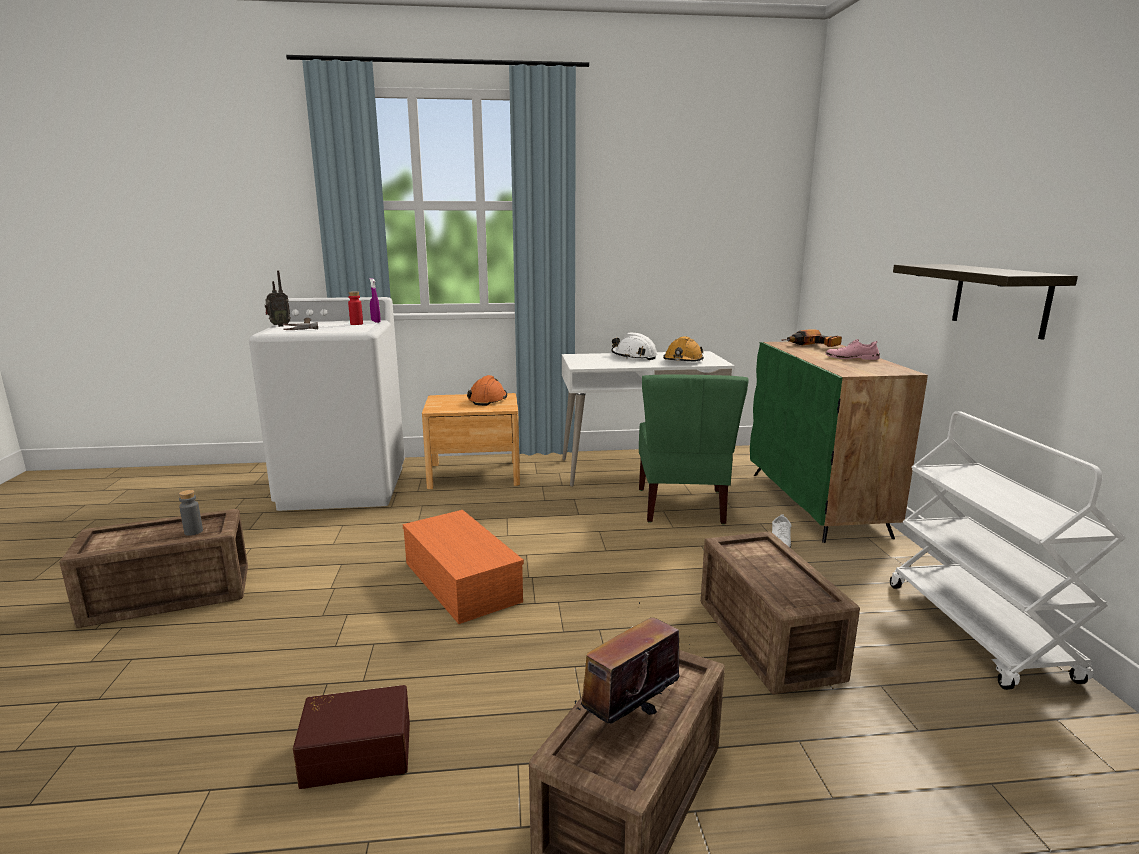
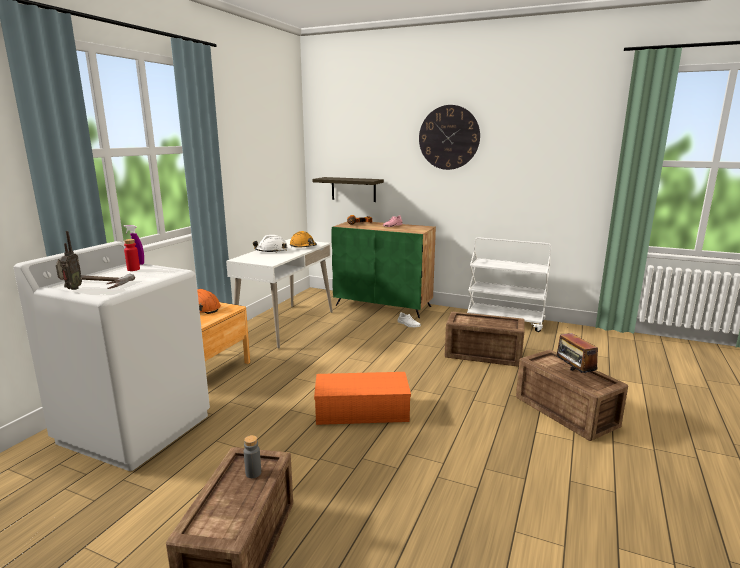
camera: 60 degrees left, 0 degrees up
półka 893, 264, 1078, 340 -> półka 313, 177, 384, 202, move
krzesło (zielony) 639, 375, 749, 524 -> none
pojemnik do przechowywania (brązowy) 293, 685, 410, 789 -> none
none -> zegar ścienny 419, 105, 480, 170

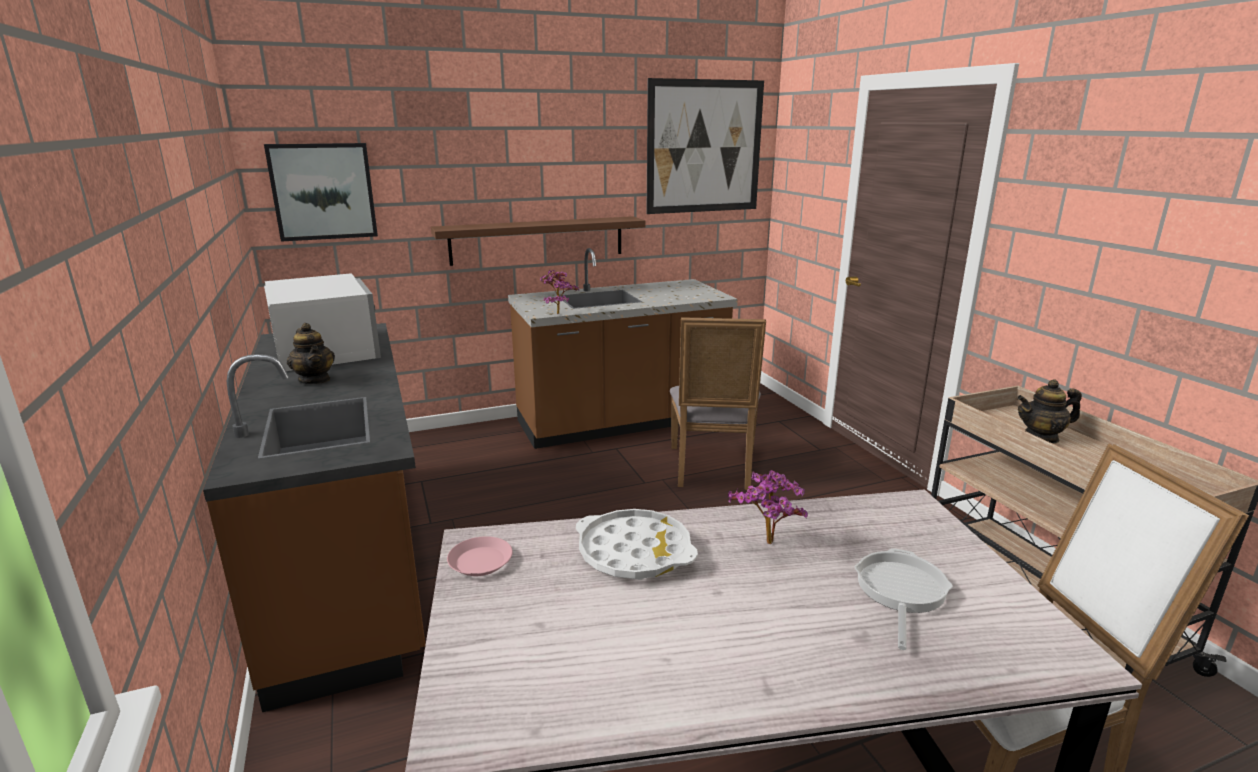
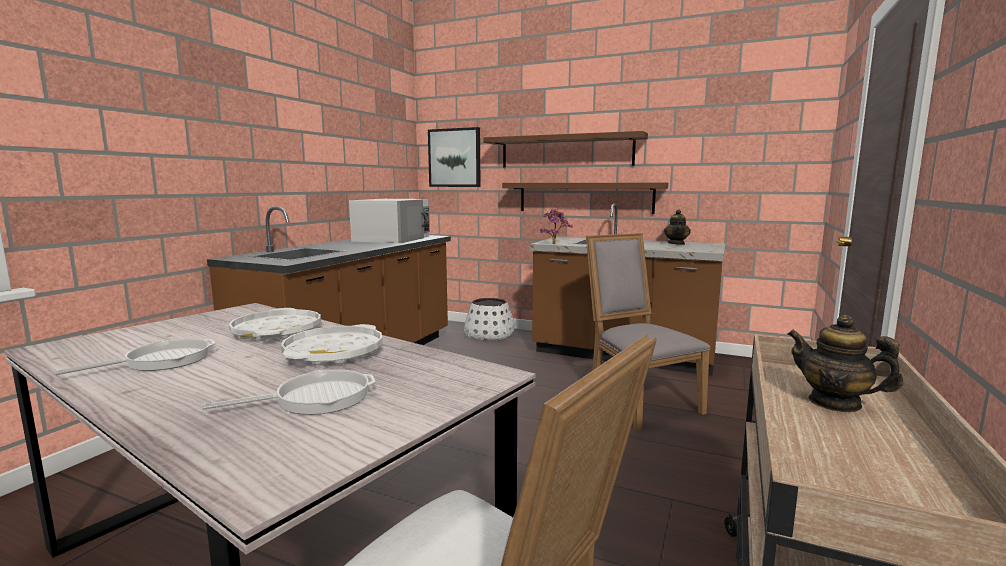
camera: 45 degrees right, 10 degrees down
obraz 646, 78, 764, 214 -> none
krzesło (szary) 670, 317, 766, 490 -> krzesło (szary) 586, 233, 711, 431, 105 degrees clockwise
imbryk 287, 323, 335, 384 -> imbryk 664, 209, 691, 245, move
roślina doniczkowa 727, 470, 808, 544 -> taca (biały) 281, 324, 383, 365
talerz (różowy) 447, 536, 513, 576 -> none
none -> półka (brązowy) 483, 131, 648, 168
none -> donica (biały) 464, 298, 515, 341
none -> patelnia 55, 338, 216, 375

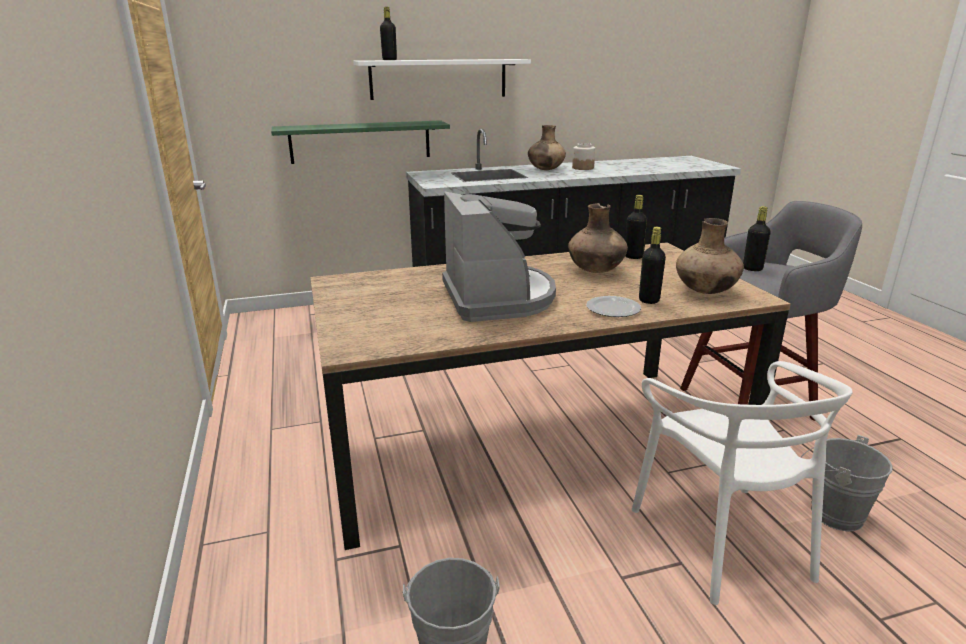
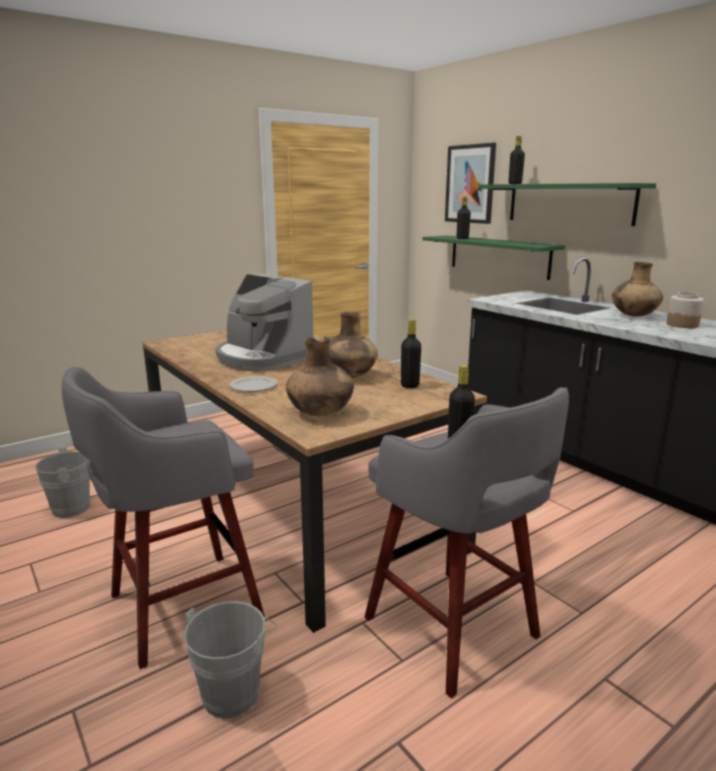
camera: 70 degrees right, 5 degrees down
półka (biały) 353, 59, 531, 100 -> półka (zielony) 478, 183, 656, 226
ekspres do kawy 442, 192, 556, 322 -> ekspres do kawy 215, 274, 313, 371, 75 degrees clockwise
butelka (czarny) 639, 227, 666, 304 -> butelka (czarny) 457, 197, 471, 239, move
krzesło (biały) 632, 361, 853, 605 -> stołek (szary) 62, 367, 265, 669
none -> obraz 445, 143, 496, 224

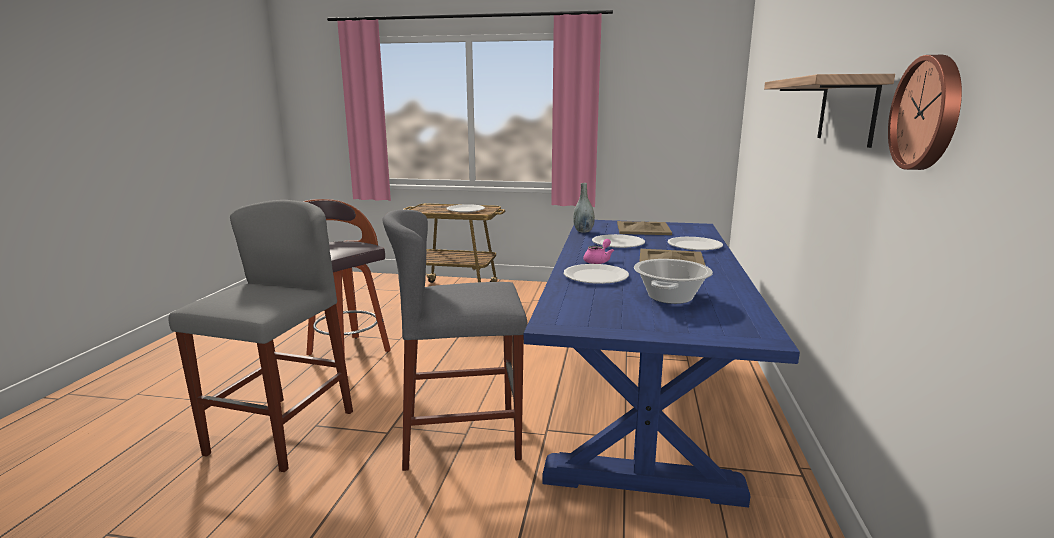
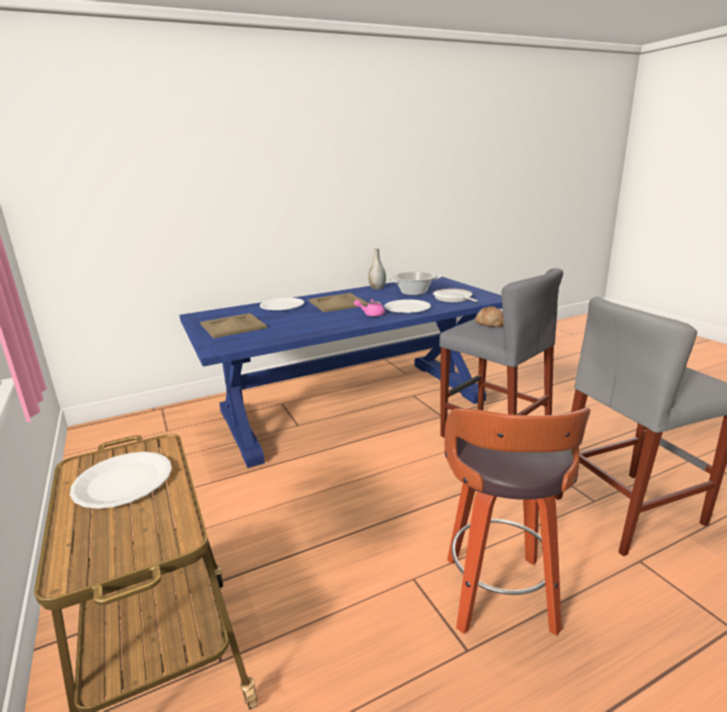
camera: 125 degrees left, 5 degrees up
zegar ścienny 888, 55, 962, 170 -> none
półka 764, 74, 895, 148 -> none
wazon (szary) 573, 183, 595, 233 -> wazon (szary) 368, 248, 386, 290, move
talerz (biały) 592, 234, 645, 248 -> none
none -> patelnia 433, 289, 478, 302
none -> chleb 475, 306, 504, 327

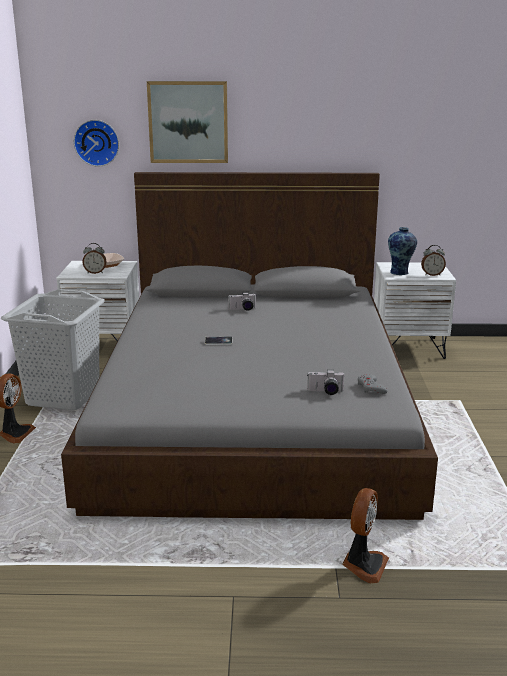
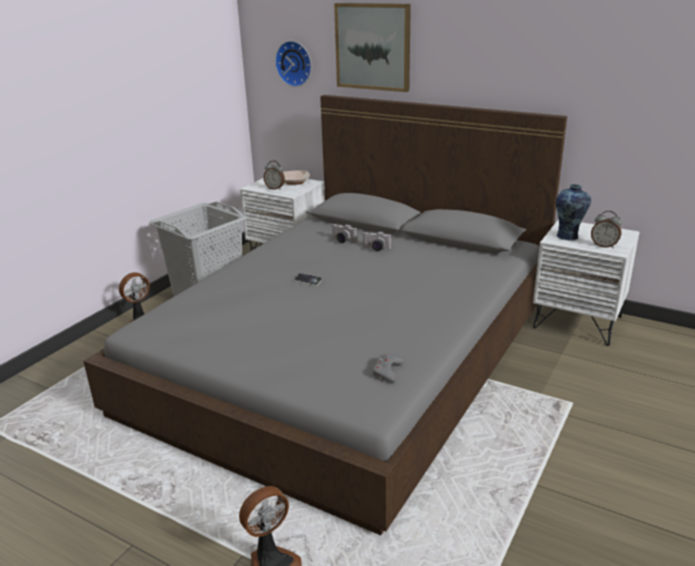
camera: 30 degrees right, 5 degrees up
aparat fotograficzny 307, 370, 345, 395 -> aparat fotograficzny 332, 224, 357, 243, move

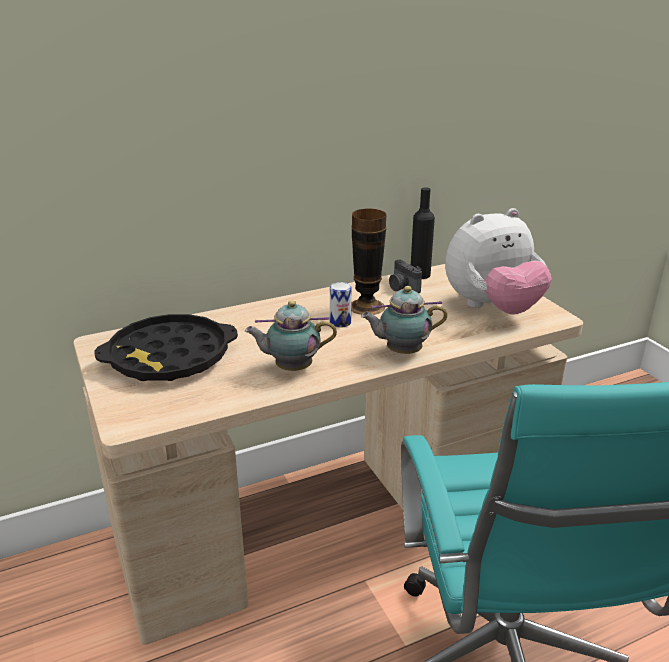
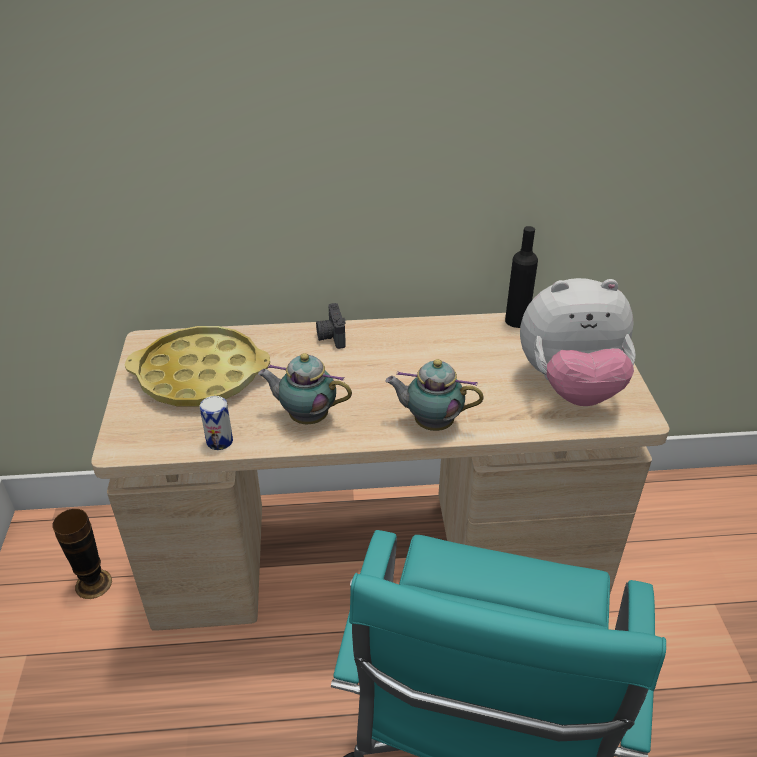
camera: 20 degrees right, 10 degrees up
wazon 351, 209, 386, 315 -> wazon 52, 509, 112, 599, move
aparat fotograficzny 389, 260, 422, 293 -> aparat fotograficzny 316, 303, 346, 349, move
puszka 330, 282, 352, 328 -> puszka 200, 396, 233, 450, move
taca (czarny) 94, 314, 238, 381 -> taca (żółty) 125, 326, 270, 406

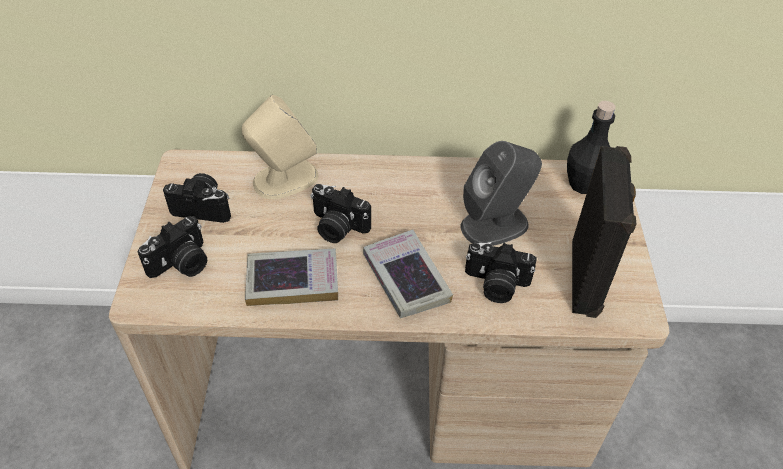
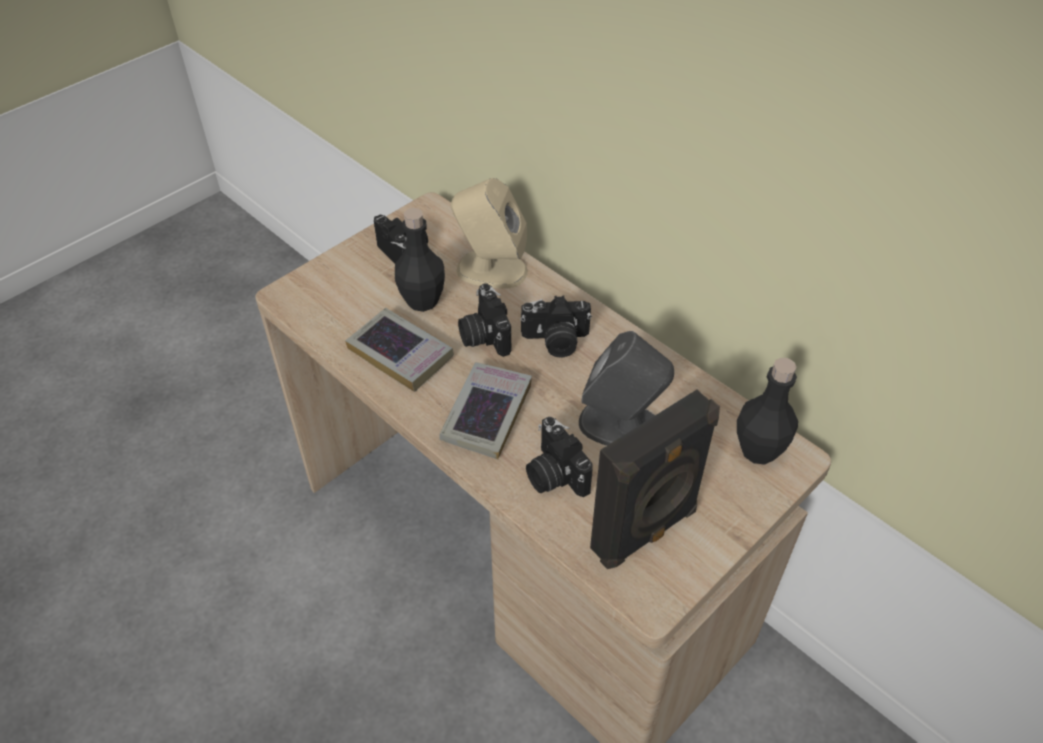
camera: 45 degrees right, 0 degrees up
aparat fotograficzny 138, 216, 207, 278 -> aparat fotograficzny 520, 295, 592, 358, move
none -> butelka (czarny) 395, 208, 445, 312

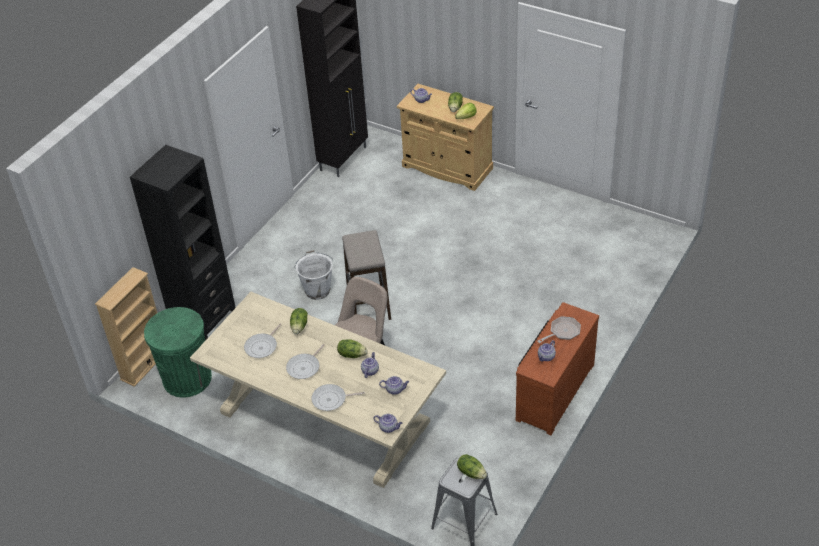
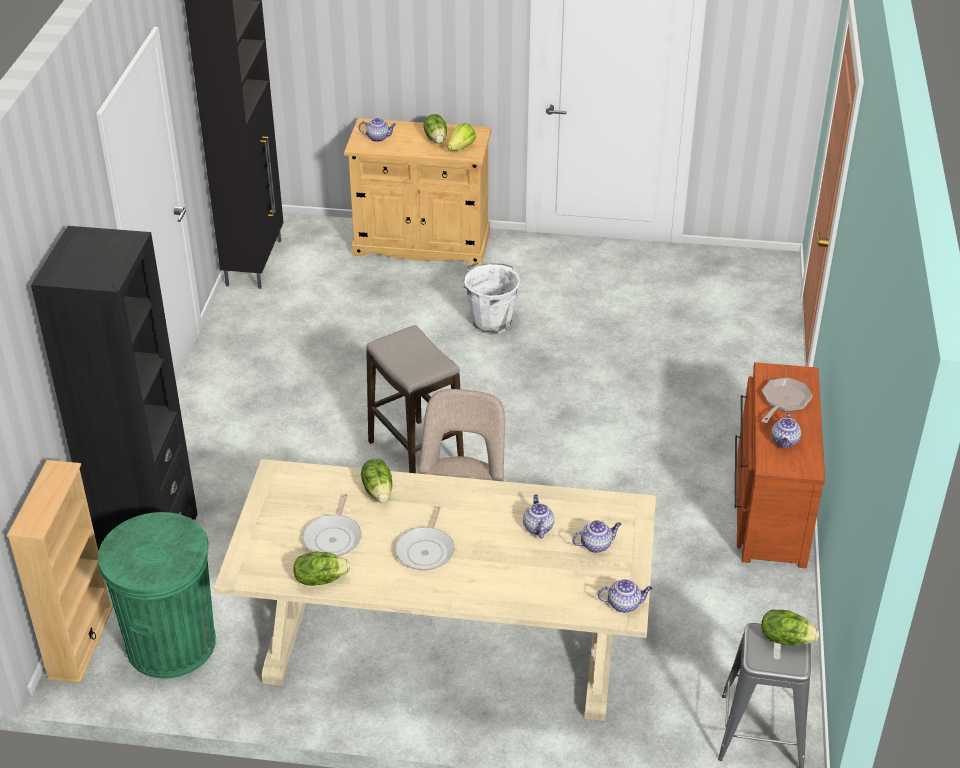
camera: 25 degrees left, 5 degrees down
wiadro (biały) 294, 250, 333, 300 -> wiadro (biały) 462, 262, 521, 335, move
sałata 337, 339, 368, 358 -> sałata 293, 551, 350, 586, move
patelnia 311, 384, 365, 411 -> none

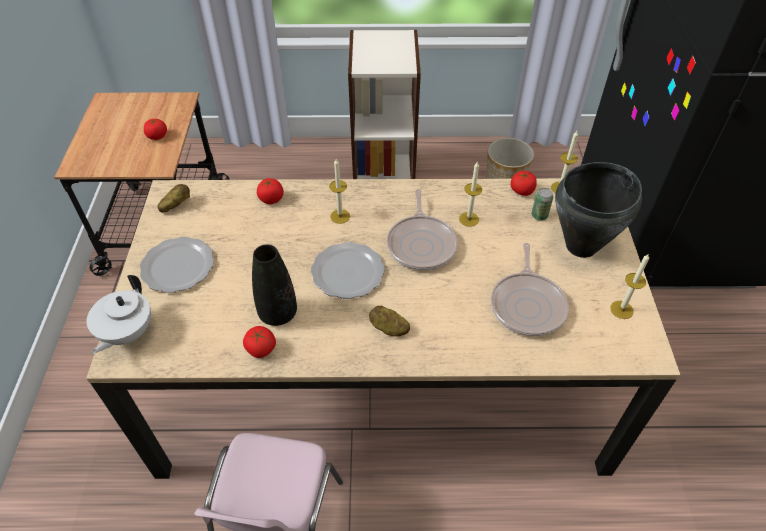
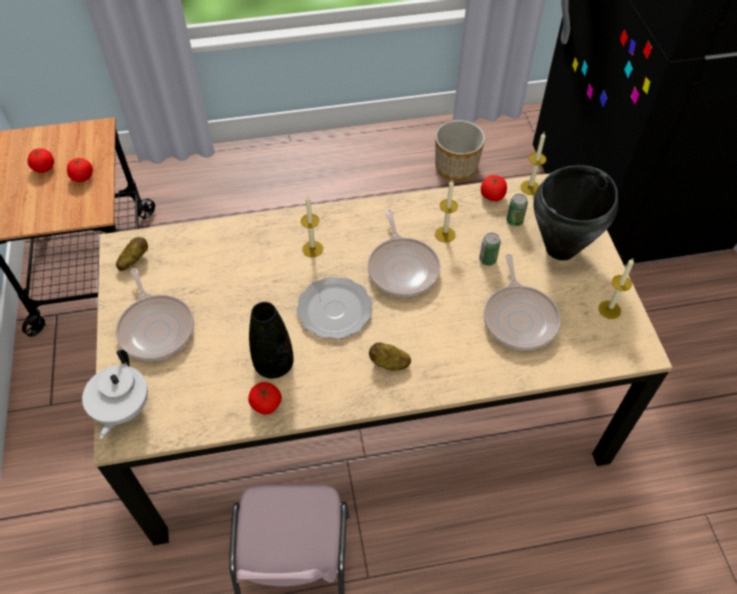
camera: 10 degrees left, 5 degrees up
regał 348, 30, 421, 179 -> none
pomidor 257, 178, 284, 204 -> pomidor 28, 148, 54, 173, move
talerz 140, 237, 214, 293 -> patelnia 116, 268, 194, 361
none -> puszka 479, 233, 501, 266

